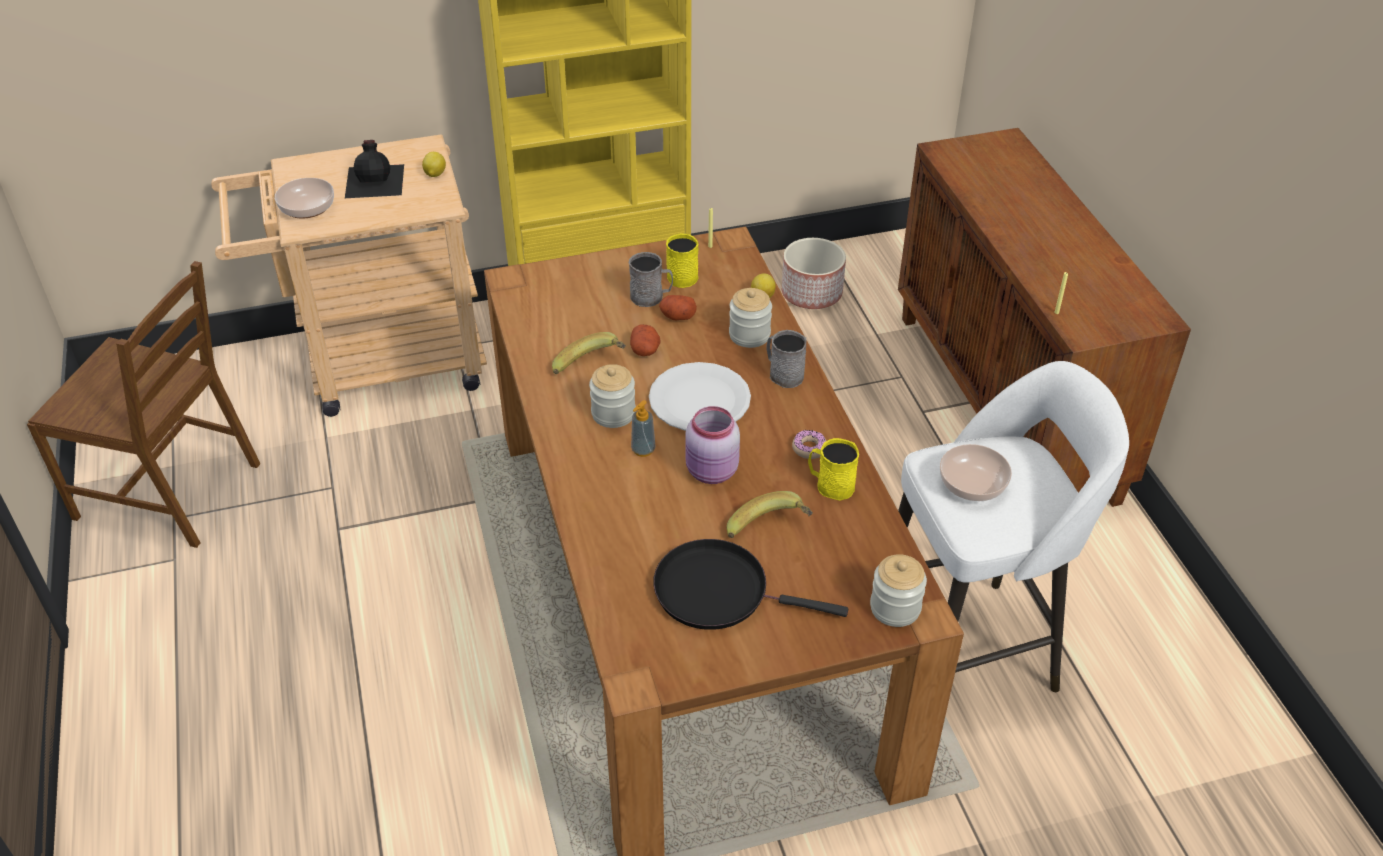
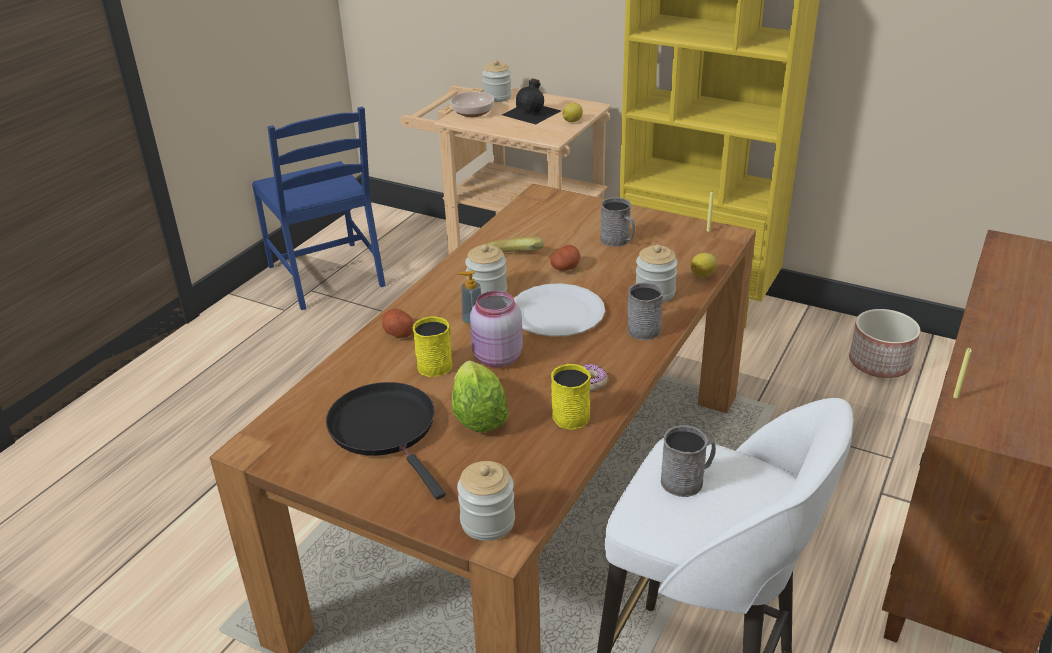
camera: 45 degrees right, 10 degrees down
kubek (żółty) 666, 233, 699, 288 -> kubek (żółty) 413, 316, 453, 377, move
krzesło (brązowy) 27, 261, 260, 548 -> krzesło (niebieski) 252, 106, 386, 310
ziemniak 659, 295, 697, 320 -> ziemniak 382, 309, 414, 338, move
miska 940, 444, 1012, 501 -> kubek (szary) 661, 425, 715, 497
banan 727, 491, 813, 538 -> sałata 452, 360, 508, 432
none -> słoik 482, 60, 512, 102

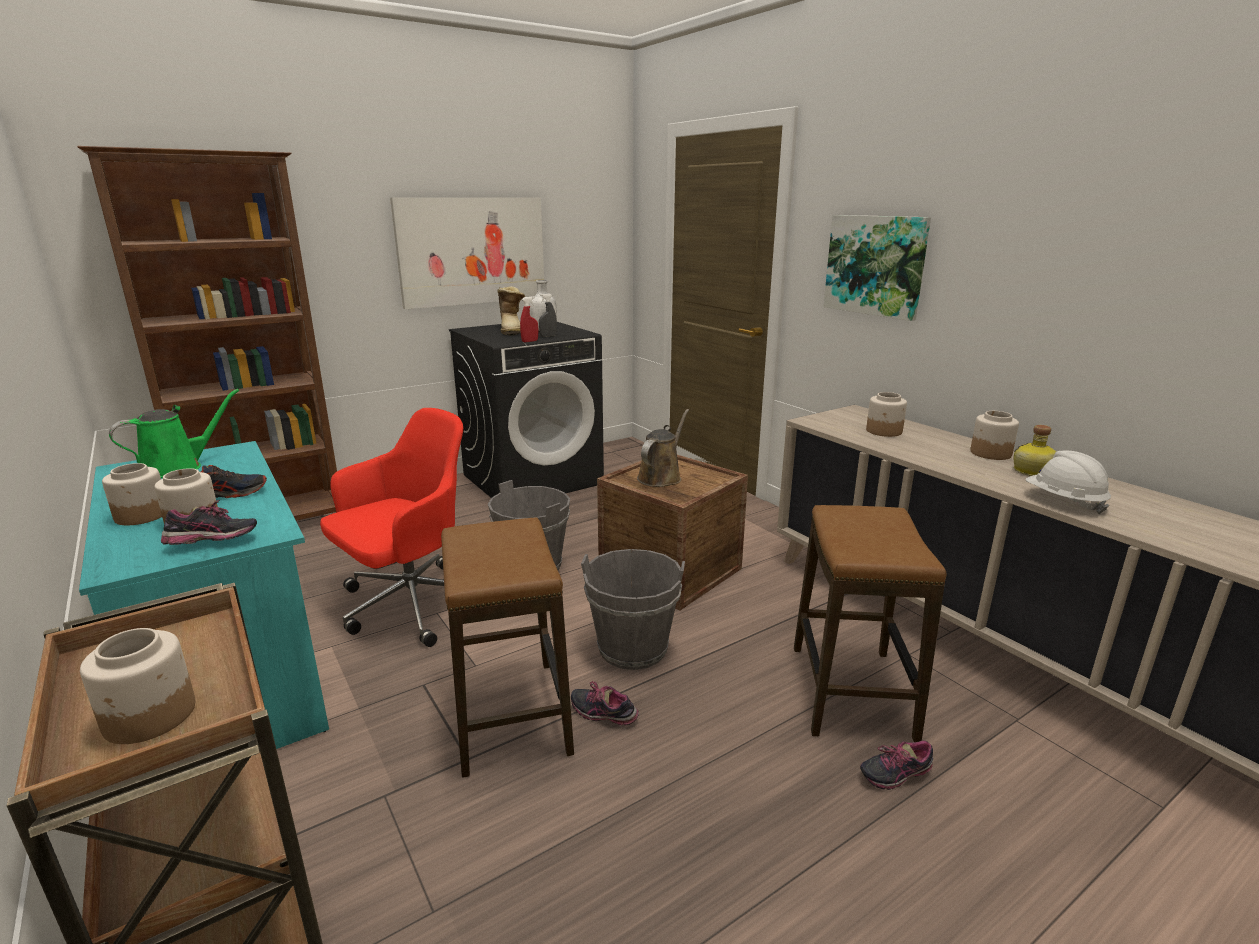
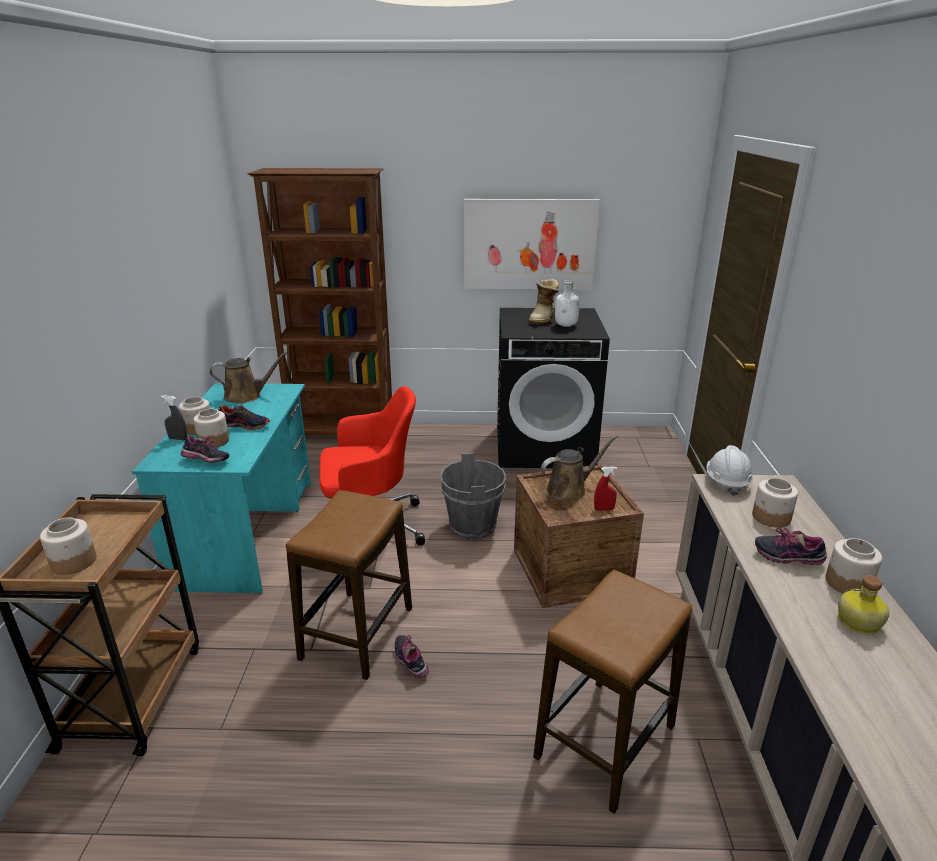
camera: 35 degrees right, 5 degrees up
obraz 823, 215, 931, 321 -> none
spryskiwacz (szary) 539, 293, 557, 337 -> spryskiwacz (szary) 161, 395, 187, 440, move
spryskiwacz (czerwony) 520, 296, 538, 342 -> spryskiwacz (czerwony) 594, 467, 617, 511, move
konewka (zielony) 109, 389, 239, 478 -> konewka (brązowy) 210, 351, 288, 403
kask (biały) 1025, 450, 1111, 514 -> kask (biały) 707, 445, 753, 496, move
wiadro (szary) 581, 549, 685, 670 -> none
but 860, 741, 933, 790 -> but 755, 527, 827, 565, move

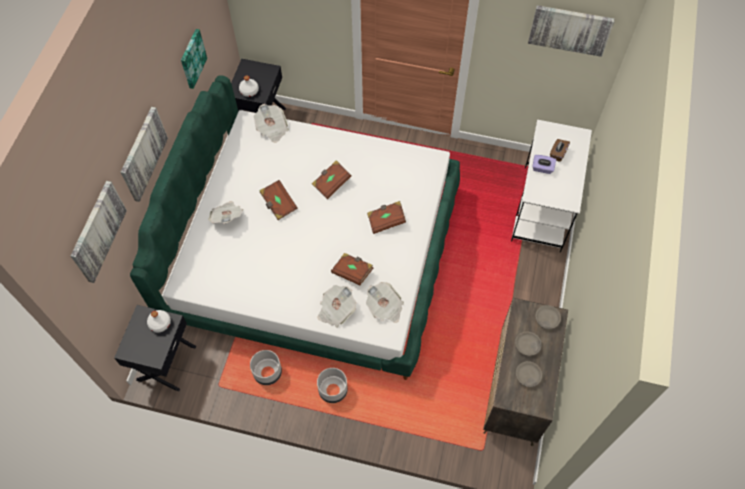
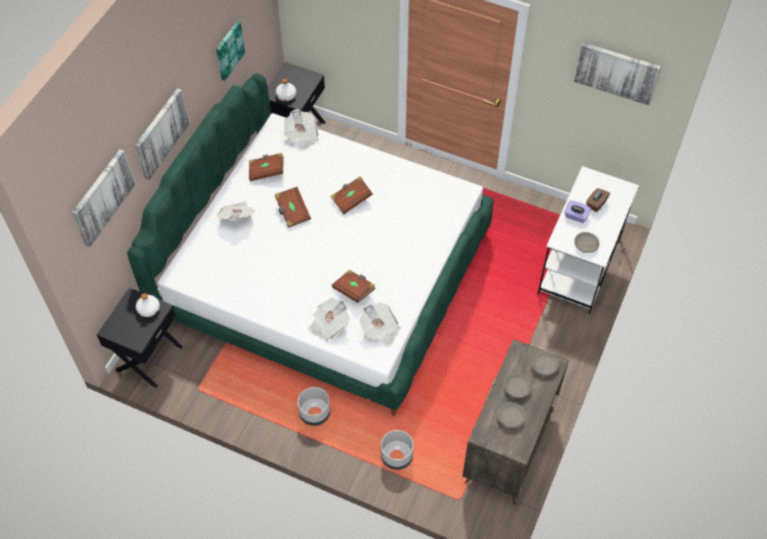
camera: 10 degrees right, 5 degrees down
książka (brązowy) 367, 201, 406, 234 -> książka (brązowy) 249, 153, 284, 181, move
donica (szary) 250, 350, 282, 385 -> donica (szary) 381, 430, 414, 470, move
none -> miska (szary) 574, 232, 600, 253

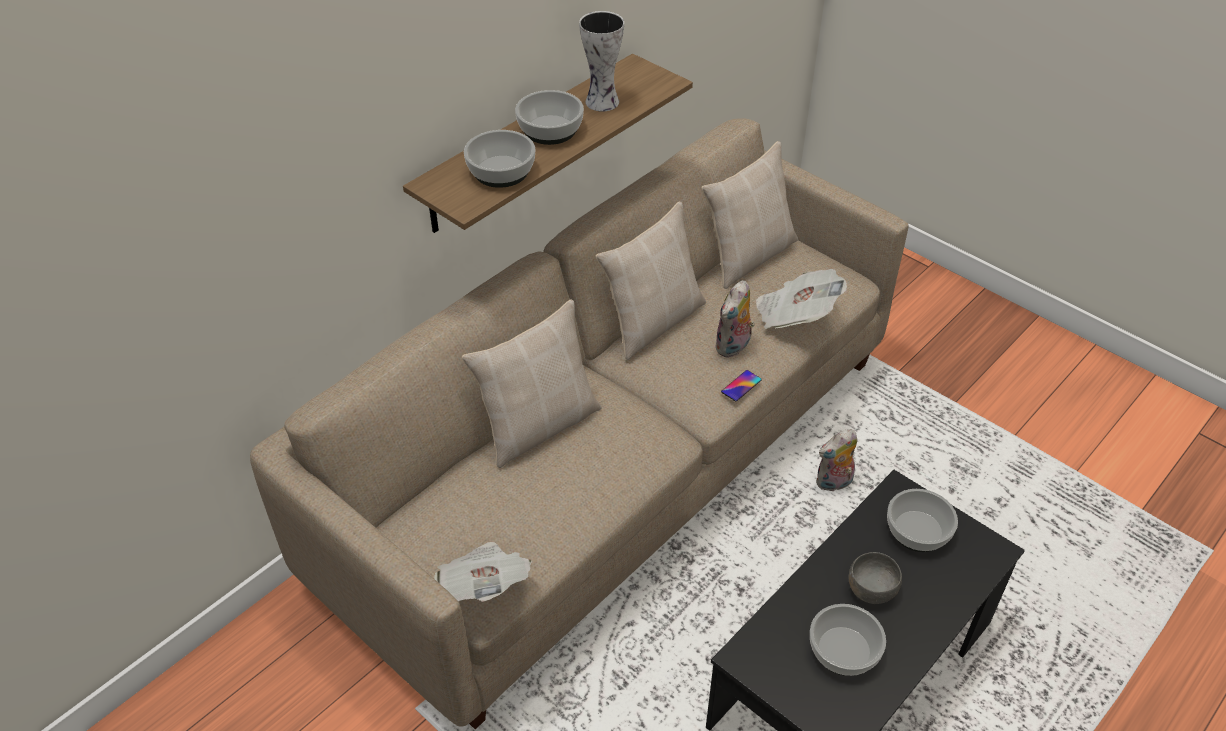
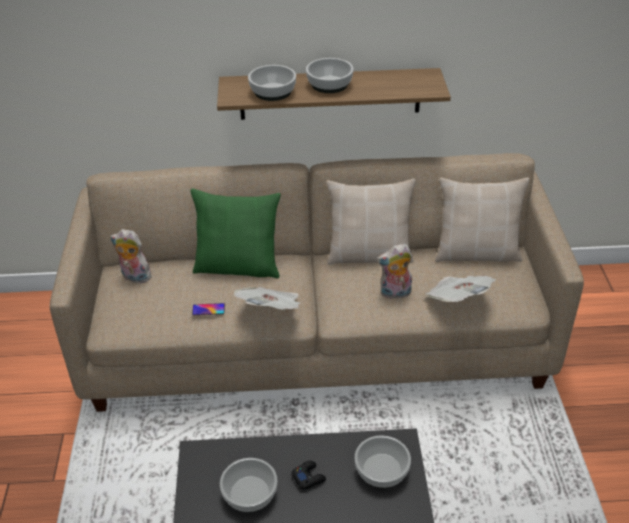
camera: 45 degrees right, 5 degrees down
wazon 579, 11, 624, 111 -> none
poduszka (beżowy) 462, 299, 602, 468 -> poduszka (zielony) 191, 189, 281, 278
telefon 721, 370, 762, 401 -> telefon 192, 303, 225, 315, move
pluszak 816, 429, 858, 491 -> pluszak 110, 229, 154, 283, move
gazeta 434, 542, 532, 602 -> gazeta 234, 287, 301, 310, move
miska (szary) 849, 552, 902, 604 -> pad do gier (czarny) 291, 461, 326, 490

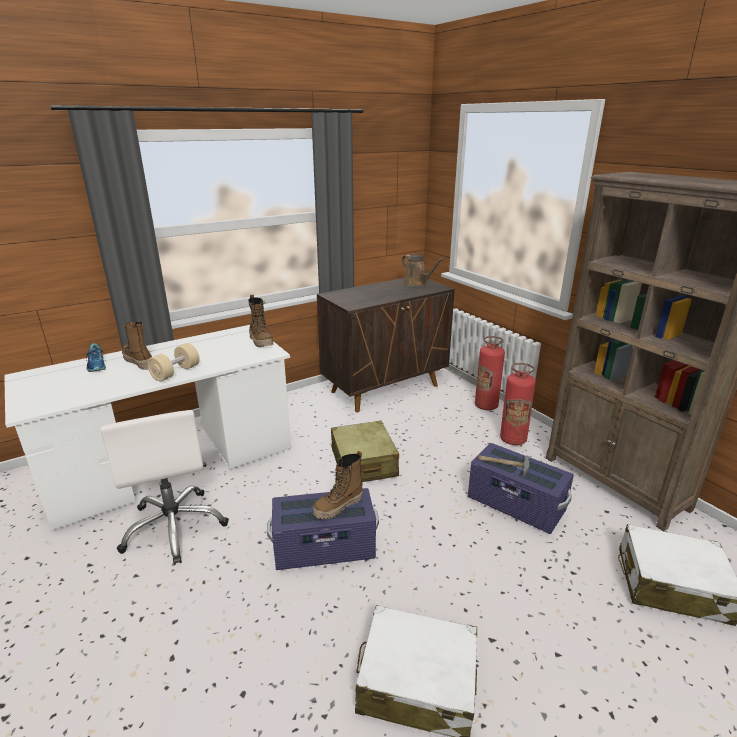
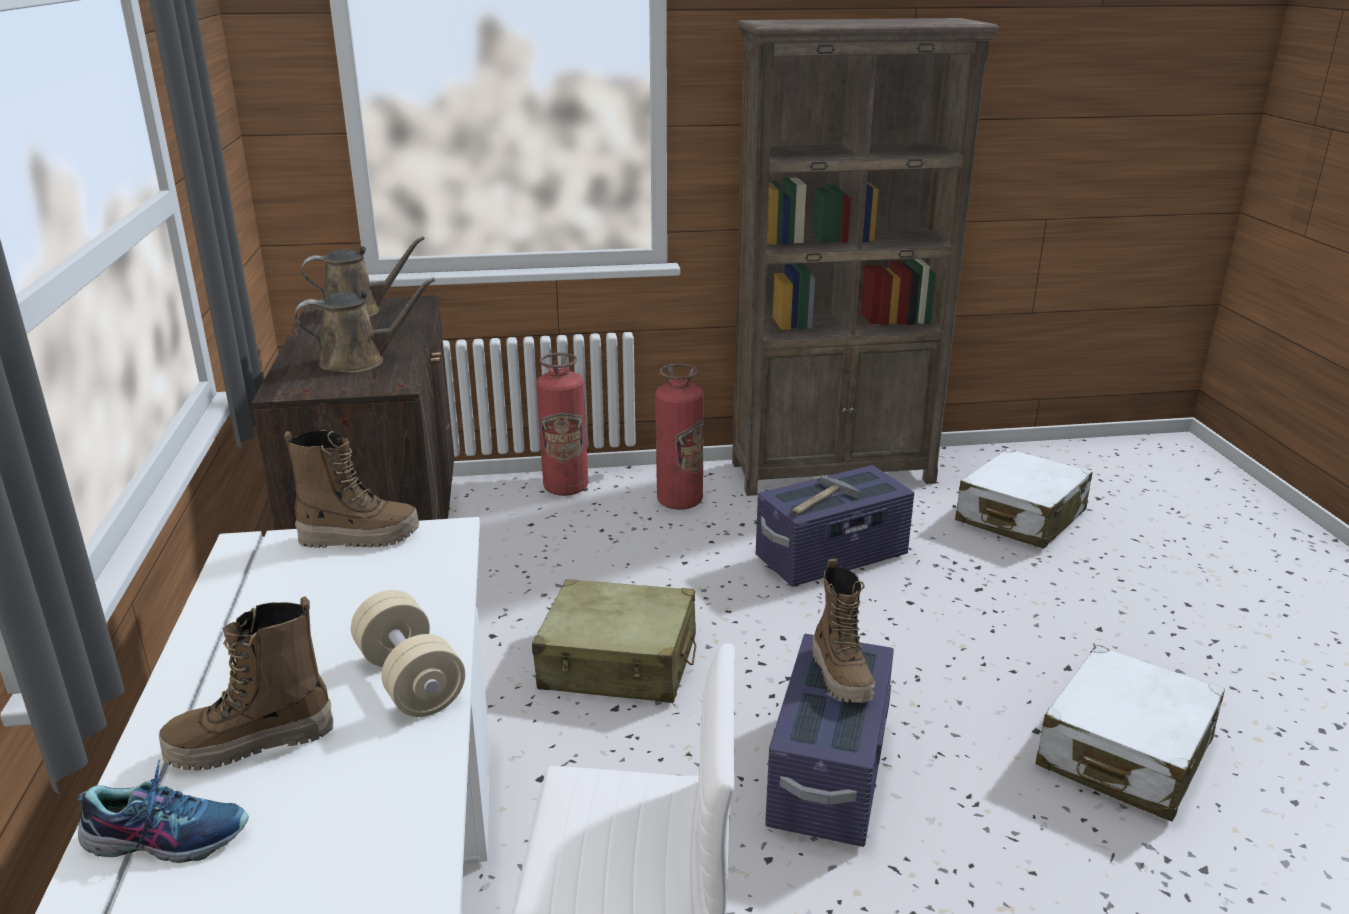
camera: 65 degrees left, 0 degrees up
none -> konewka (brązowy) 294, 278, 435, 373

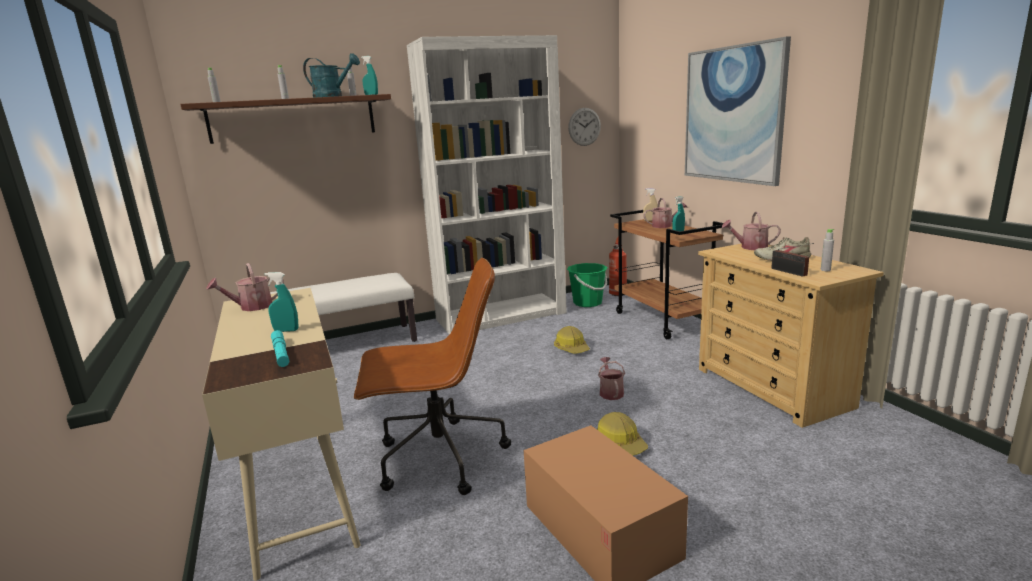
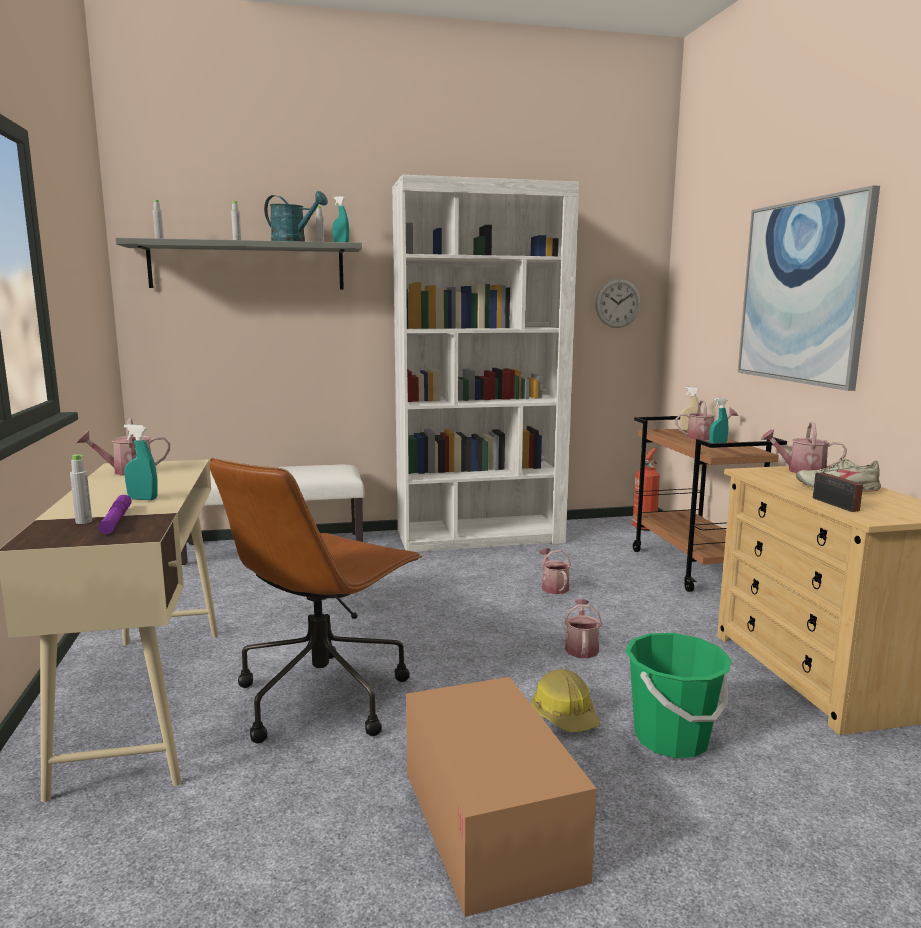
camera: 10 degrees right, 5 degrees down
półka (brązowy) 180, 94, 391, 144 -> półka (szary) 116, 238, 362, 289
butelka (szary) 821, 229, 834, 271 -> butelka (szary) 70, 454, 92, 524, move
krzesło biurowe (brązowy) 354, 258, 511, 495 -> krzesło biurowe (brązowy) 209, 458, 422, 743, 120 degrees clockwise
wiadro (zielony) 567, 263, 607, 307 -> wiadro (zielony) 625, 633, 732, 758, move
kask 554, 326, 590, 354 -> konewka 539, 548, 571, 594
latarka (turkusowy) 271, 330, 289, 367 -> latarka (fioletowy) 98, 495, 132, 534

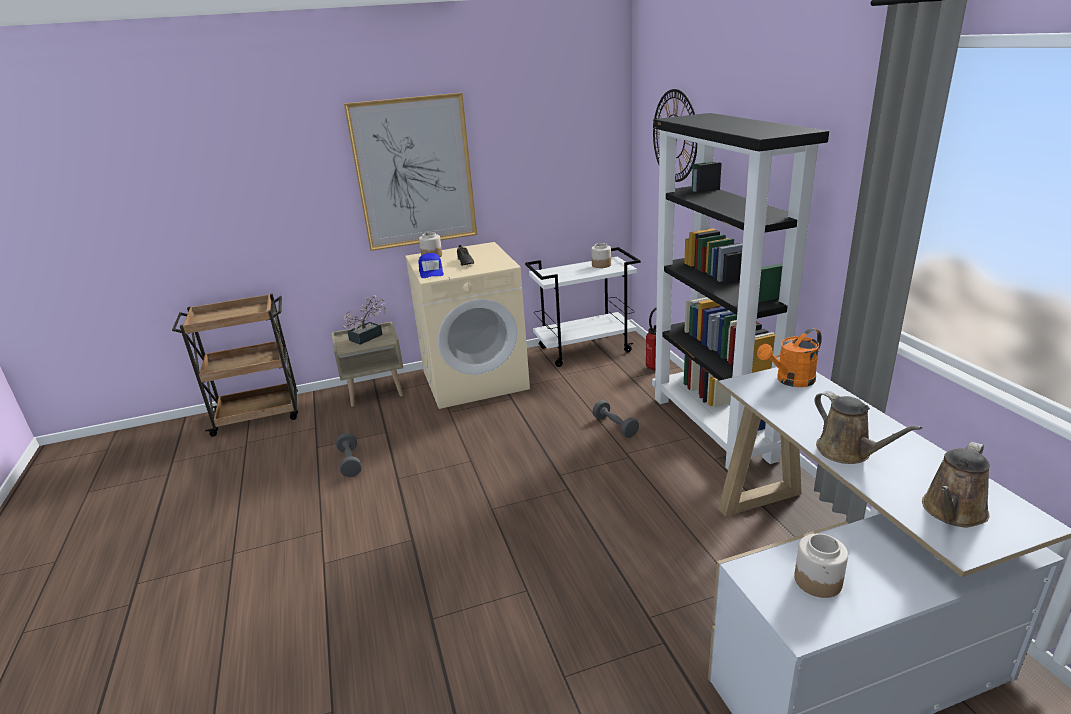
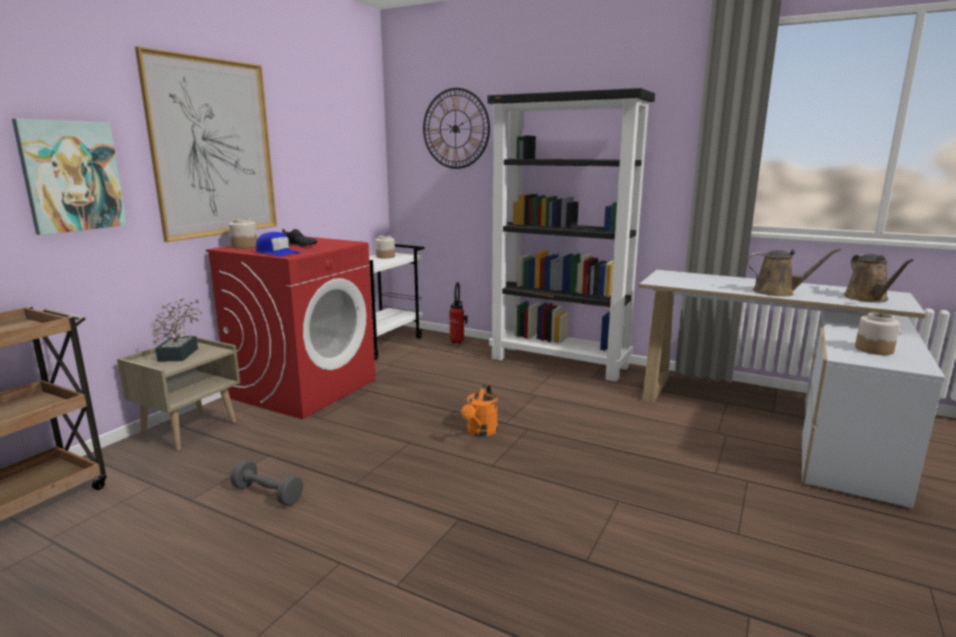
camera: 45 degrees left, 10 degrees down
pralka (beżowy) 405, 242, 530, 409 -> pralka (czerwony) 206, 237, 376, 419
konewka (pomarańczowy) 757, 328, 822, 387 -> konewka (pomarańczowy) 461, 383, 498, 437, move
hantel (szary) 592, 400, 639, 438 -> none
none -> obraz 12, 119, 127, 235

